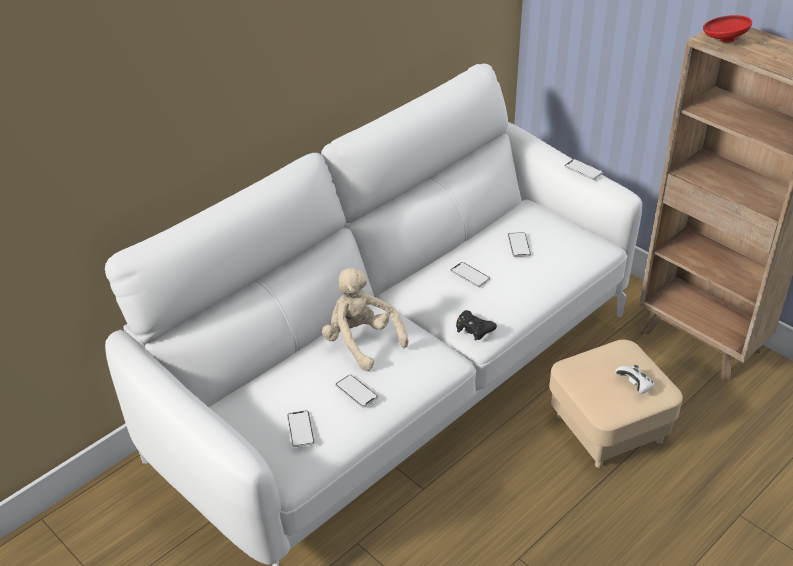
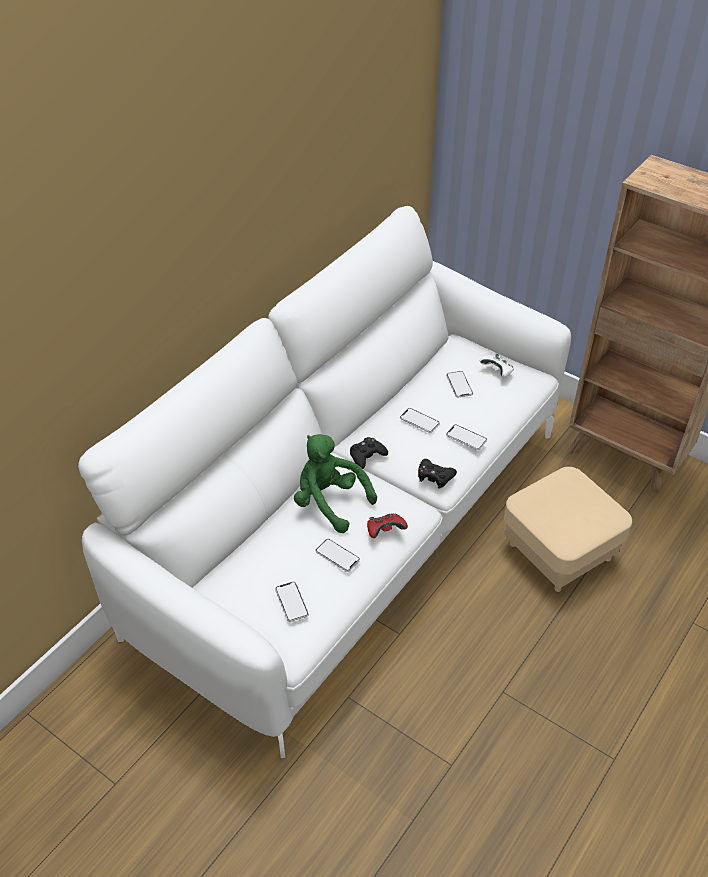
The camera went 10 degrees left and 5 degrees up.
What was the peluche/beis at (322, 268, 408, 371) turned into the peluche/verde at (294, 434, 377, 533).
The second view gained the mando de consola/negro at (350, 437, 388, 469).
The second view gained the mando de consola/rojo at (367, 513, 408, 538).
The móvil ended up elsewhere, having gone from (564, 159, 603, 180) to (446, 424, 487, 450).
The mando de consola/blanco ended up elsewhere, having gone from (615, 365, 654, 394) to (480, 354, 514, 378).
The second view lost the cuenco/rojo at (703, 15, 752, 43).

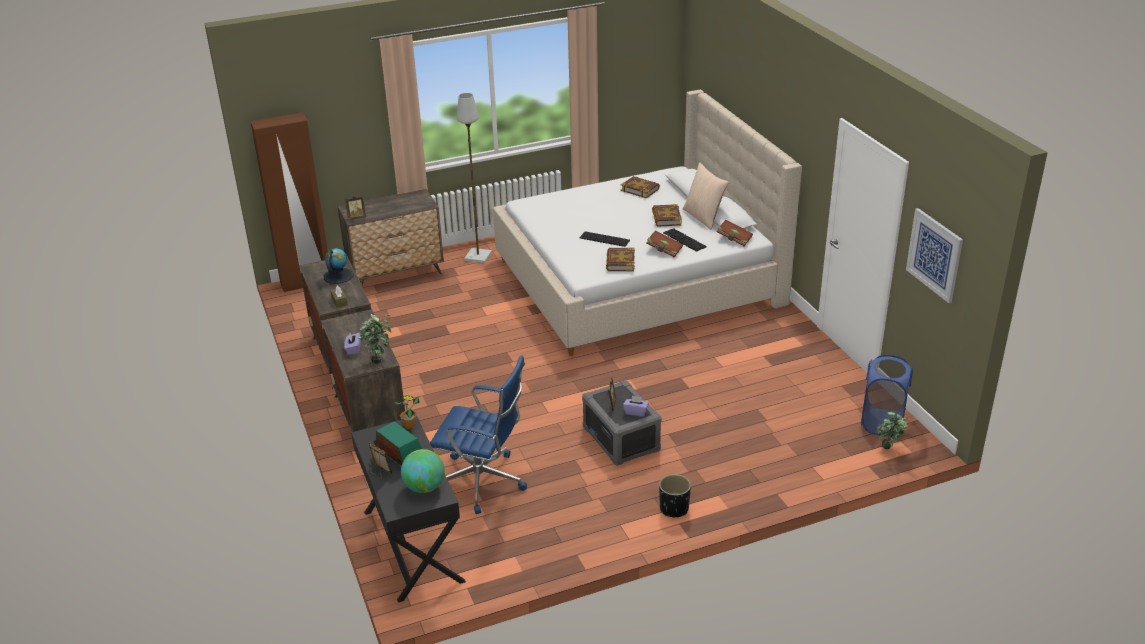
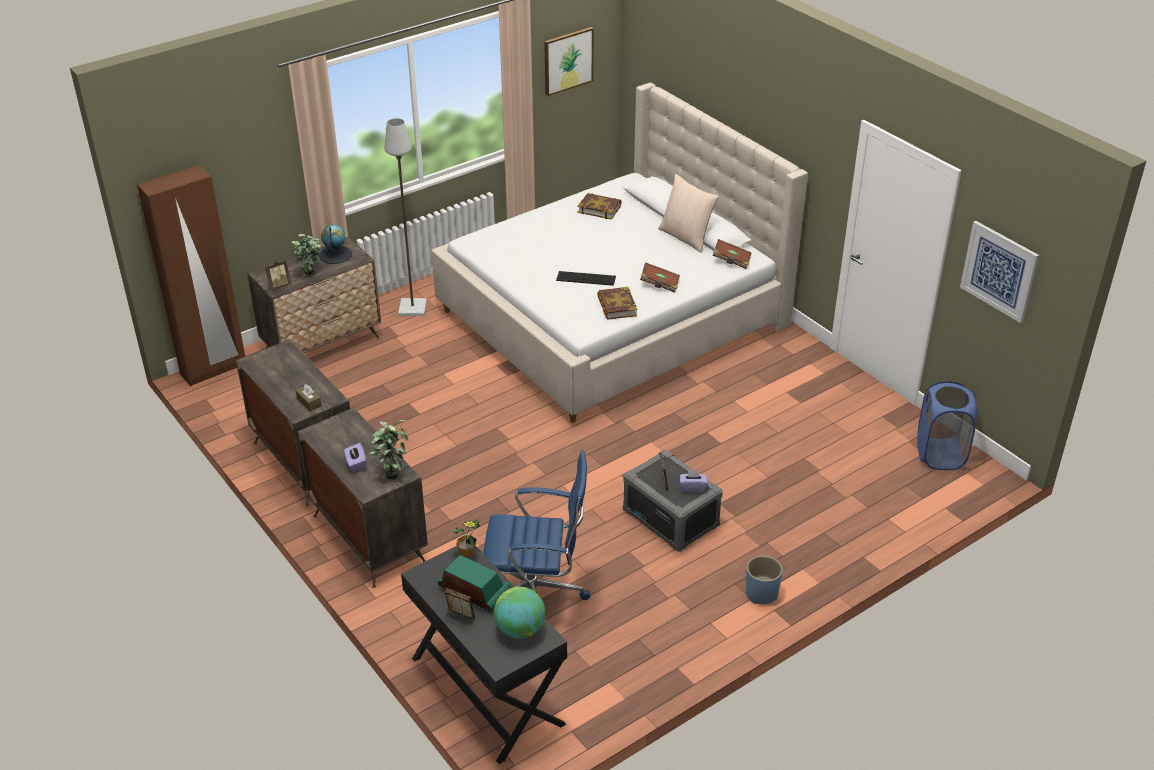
The camera went 15 degrees left and 5 degrees up.
The planta en maceta ended up elsewhere, having gone from (877, 412, 908, 449) to (292, 234, 321, 275).
The globo terráqueo ended up elsewhere, having gone from (324, 248, 354, 284) to (319, 225, 352, 264).
The second view gained the cuadro at (544, 27, 594, 96).
What was the maceta/negro at (659, 474, 691, 517) turned into the maceta/azul at (746, 555, 783, 604).
The second view lost the libro at (652, 204, 682, 227).
The second view lost the teclado at (663, 228, 707, 252).

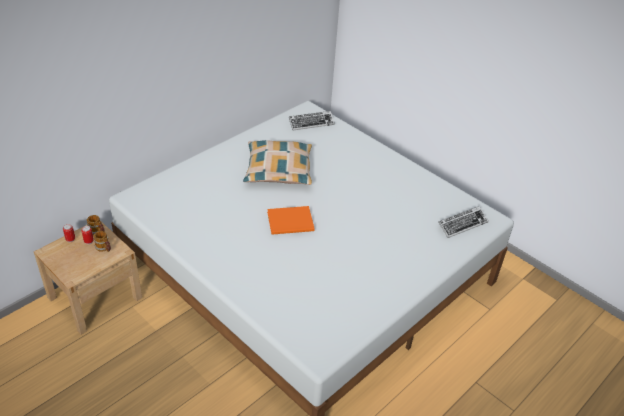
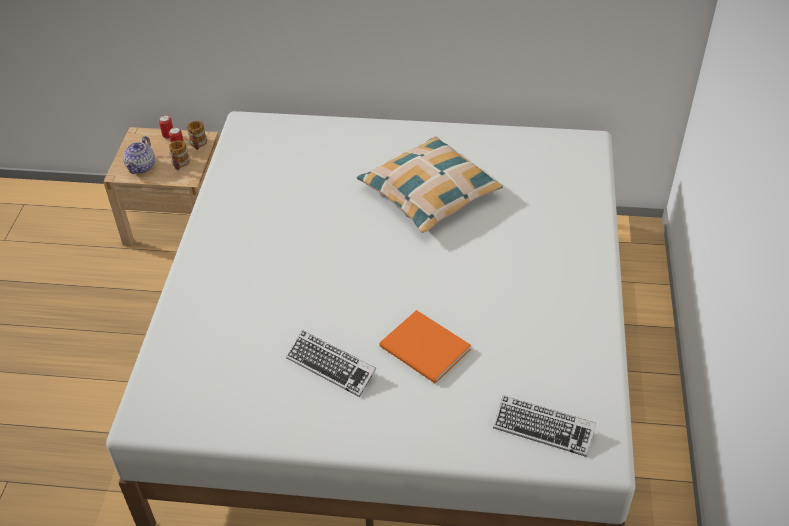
The camera went 55 degrees right and 5 degrees up.
The second view gained the tetera at (123, 136, 155, 174).
The teclado ended up elsewhere, having gone from (289, 111, 335, 130) to (286, 330, 376, 397).
The libro/naranja ended up elsewhere, having gone from (267, 206, 315, 235) to (380, 310, 471, 384).

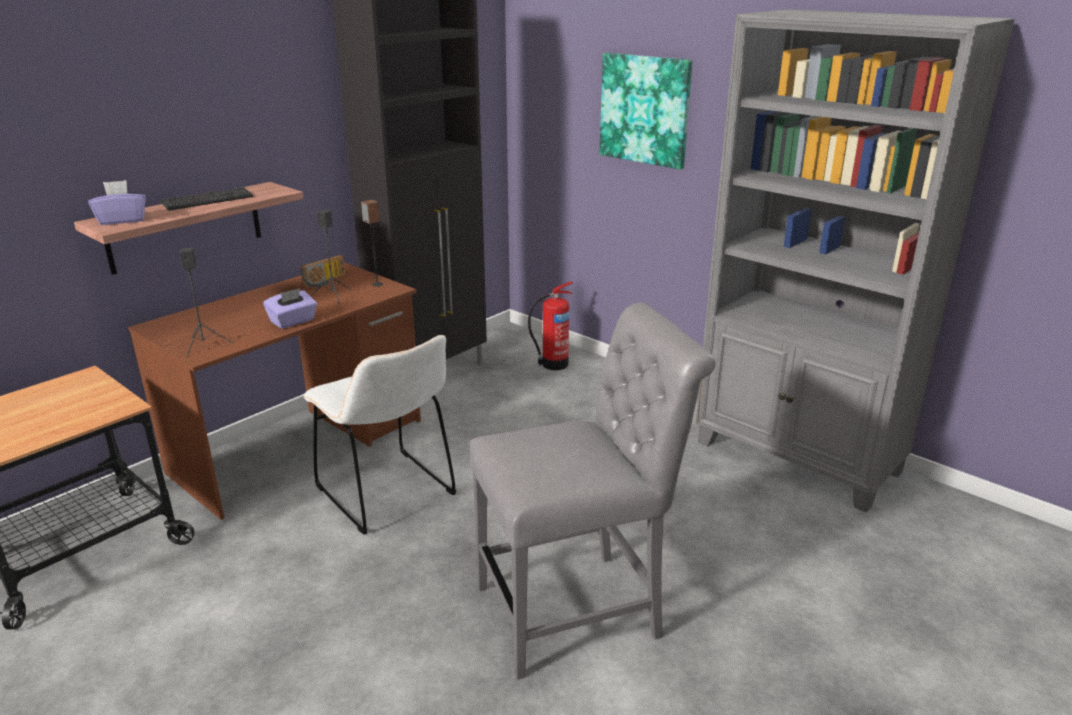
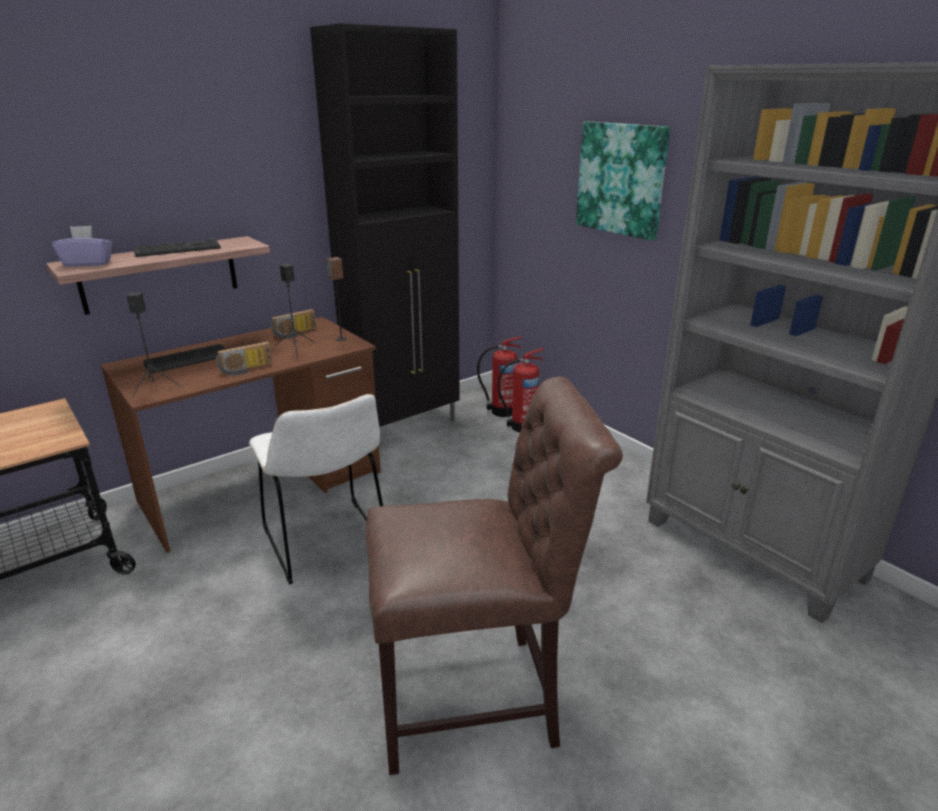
The camera went 10 degrees right and 0 degrees up.
The second view gained the teclado at (143, 344, 226, 373).
Where the caja de pañuelos/morado stood at (263, 288, 317, 329), the radio came to stand at (216, 342, 272, 375).
What was the silla/gris at (470, 303, 716, 680) turned into the silla/marrón at (366, 376, 623, 775).
The second view gained the extintor at (477, 336, 522, 417).

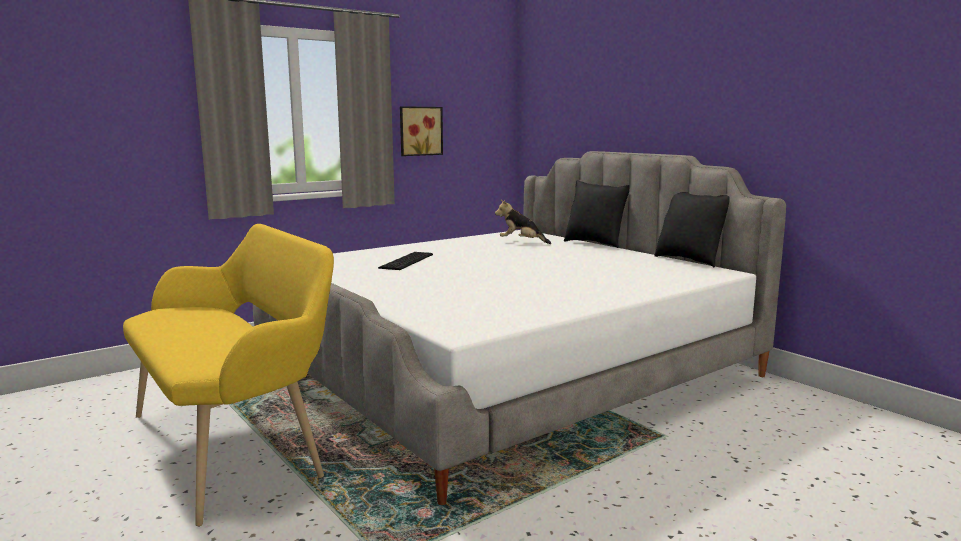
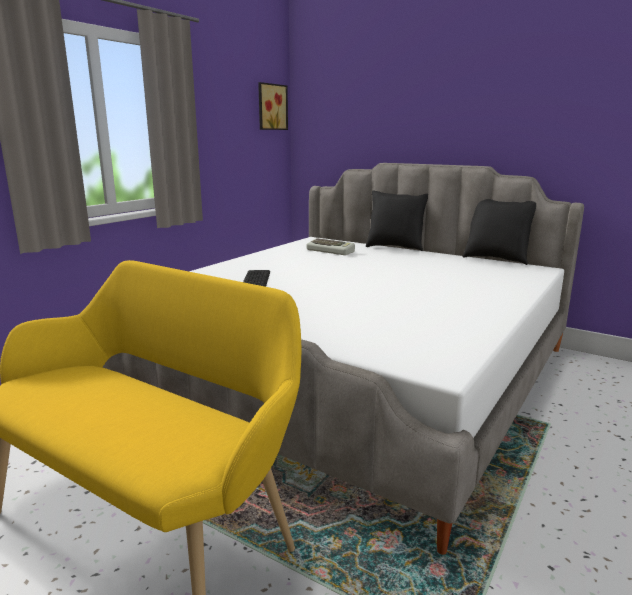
The camera went 20 degrees left and 5 degrees up.
The cuadro ended up elsewhere, having gone from (400, 106, 443, 156) to (258, 82, 288, 130).
Where the peluche stood at (495, 200, 551, 244), the teclado came to stand at (306, 238, 355, 255).

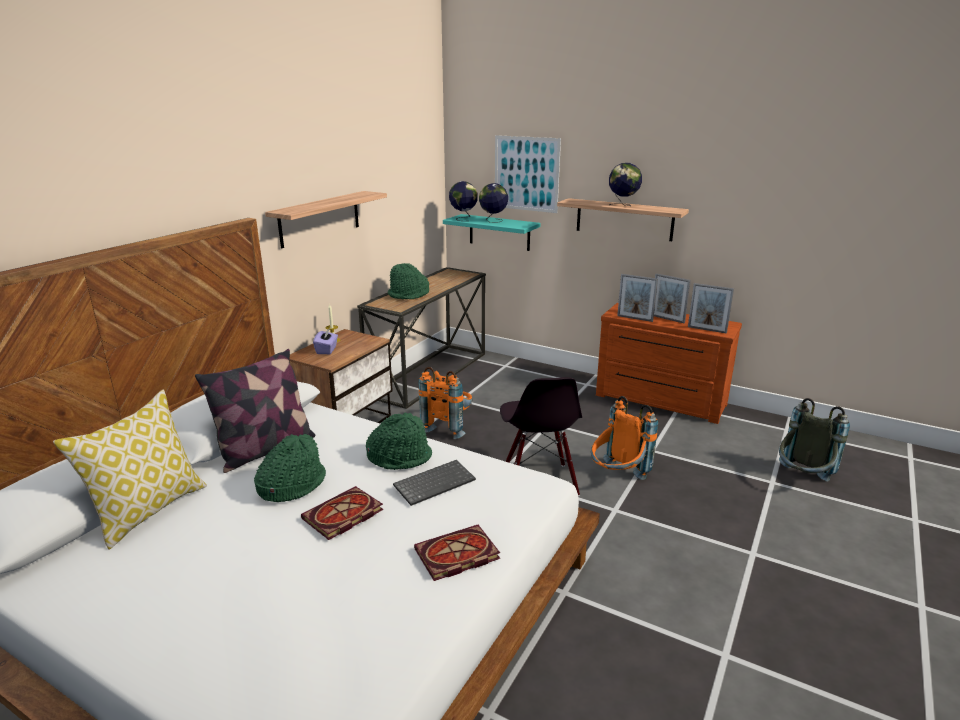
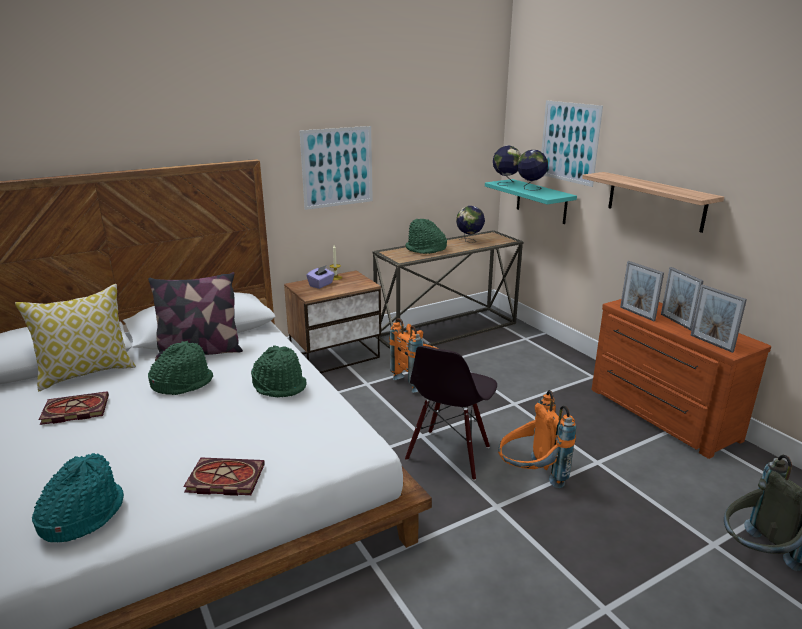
The camera went 30 degrees right and 0 degrees up.
The second view gained the sombrero/turquesa at (32, 453, 124, 542).
The libro ended up elsewhere, having gone from (301, 486, 383, 540) to (39, 391, 109, 425).
Where the estante hung at (265, 191, 387, 248), the cuadro came to hang at (300, 126, 373, 210).
The globo terráqueo ended up elsewhere, having gone from (609, 163, 642, 206) to (456, 206, 485, 243).
The second view lost the teclado at (393, 460, 476, 506).

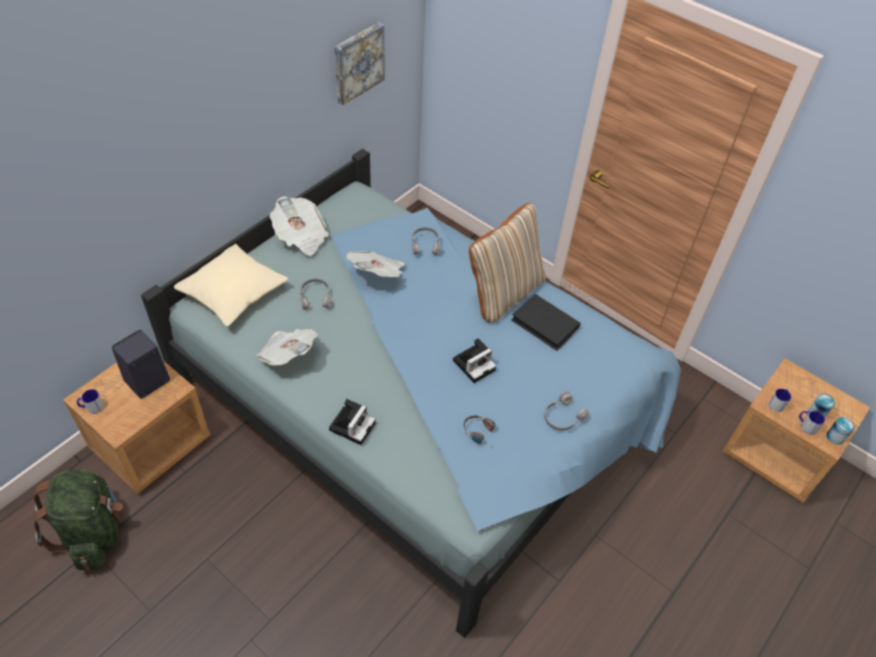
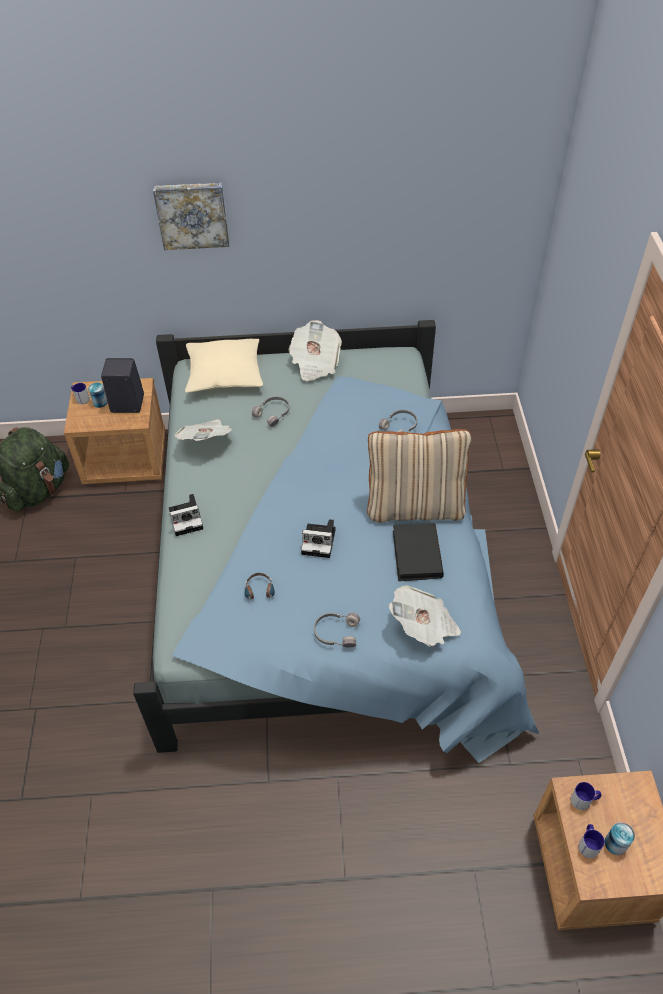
The camera went 50 degrees right and 0 degrees up.
The lata ended up elsewhere, having gone from (826, 417, 855, 445) to (88, 383, 108, 408).
The cuadro ended up elsewhere, having gone from (334, 22, 385, 105) to (153, 183, 229, 250).
The periódico ended up elsewhere, having gone from (346, 251, 404, 278) to (389, 585, 461, 647).

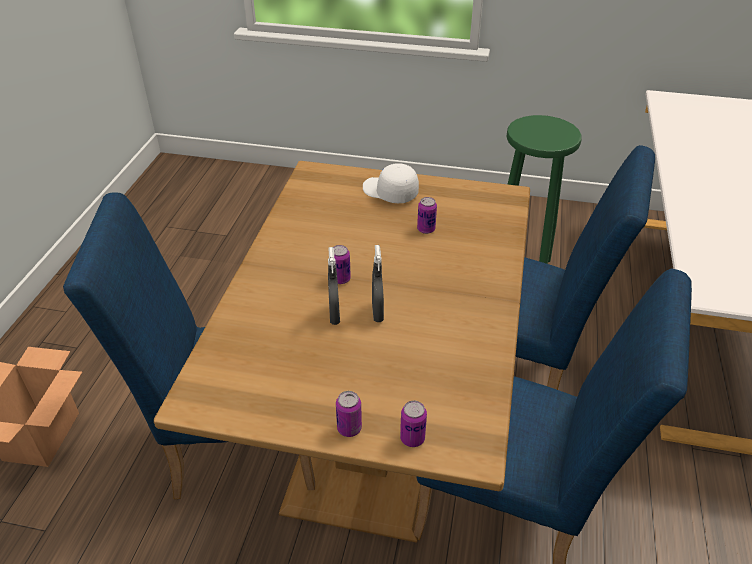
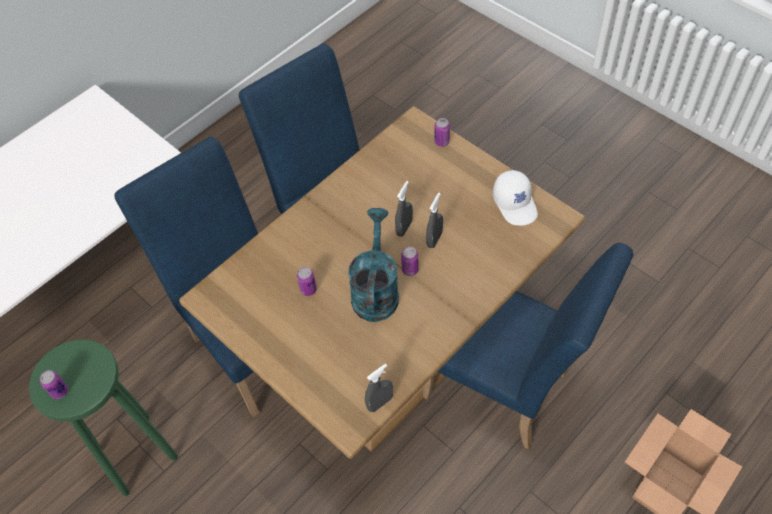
The camera went 145 degrees left and 15 degrees up.
The lata ended up elsewhere, having gone from (336, 391, 362, 437) to (40, 370, 68, 399).
The second view gained the regadera/turquesa at (348, 208, 399, 322).
The second view gained the pulverizador/gris at (365, 364, 393, 412).
The gorra/blanco ended up elsewhere, having gone from (363, 163, 419, 203) to (493, 170, 538, 225).

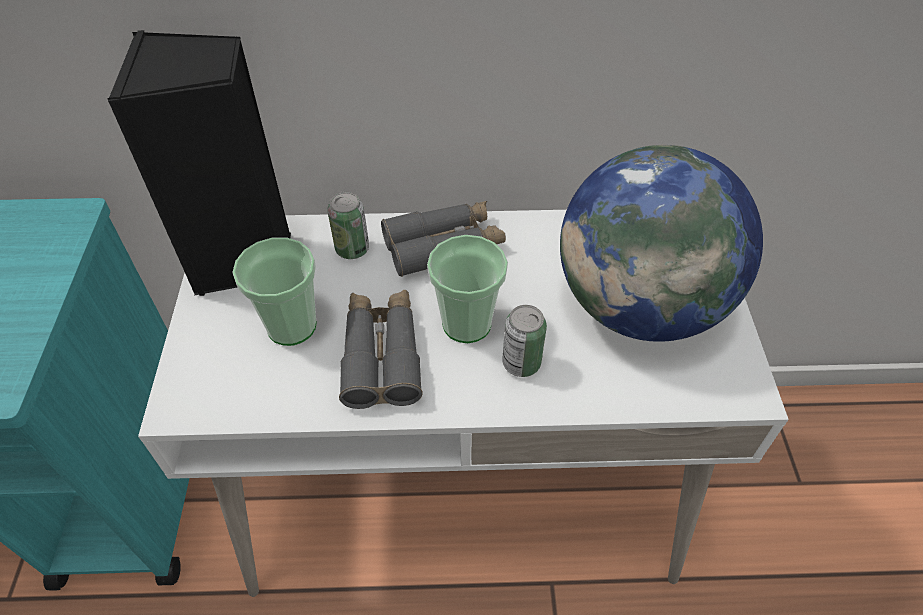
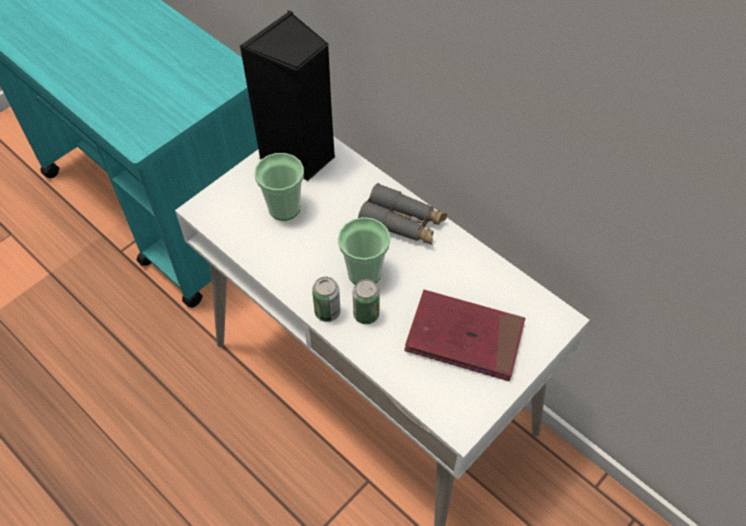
The camera went 45 degrees right and 5 degrees up.
The lata ended up elsewhere, having gone from (327, 191, 369, 259) to (312, 277, 341, 322).
Where the globo terráqueo stood at (560, 145, 763, 342), the libro/rojo came to stand at (404, 290, 525, 381).
The second view lost the prismáticos/gris at (339, 290, 423, 409).

